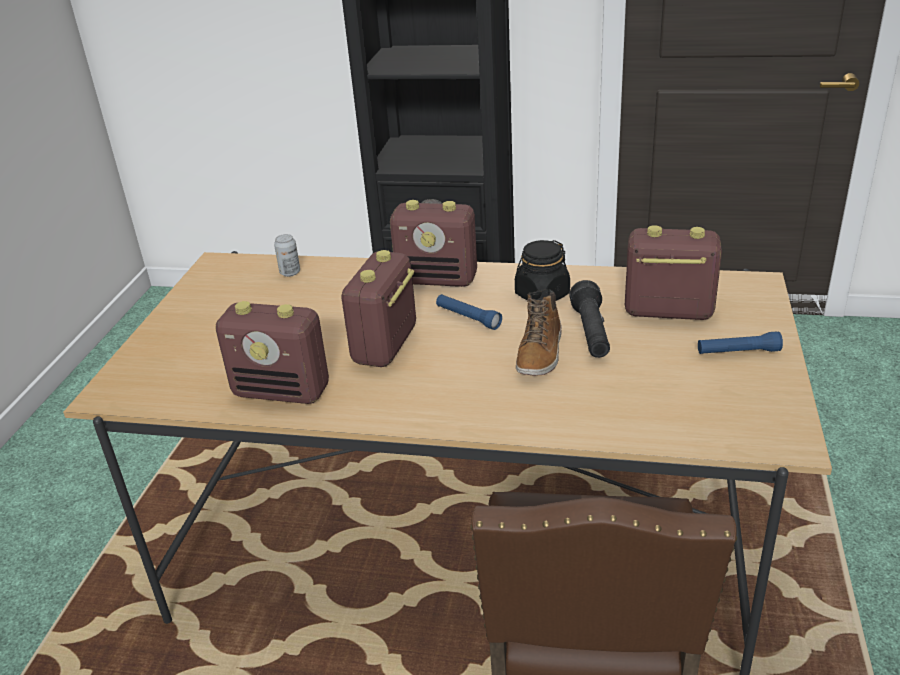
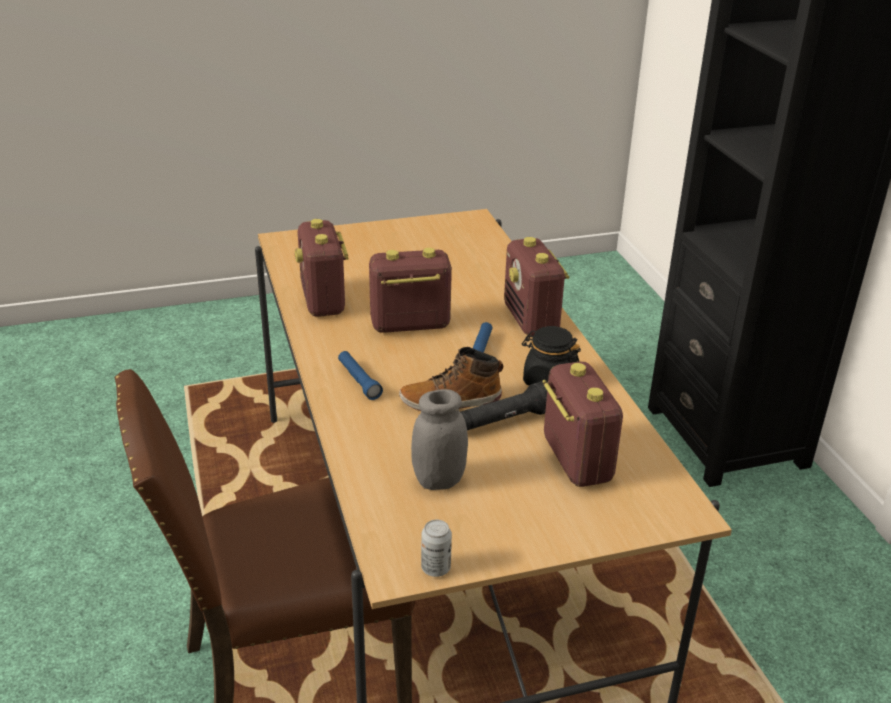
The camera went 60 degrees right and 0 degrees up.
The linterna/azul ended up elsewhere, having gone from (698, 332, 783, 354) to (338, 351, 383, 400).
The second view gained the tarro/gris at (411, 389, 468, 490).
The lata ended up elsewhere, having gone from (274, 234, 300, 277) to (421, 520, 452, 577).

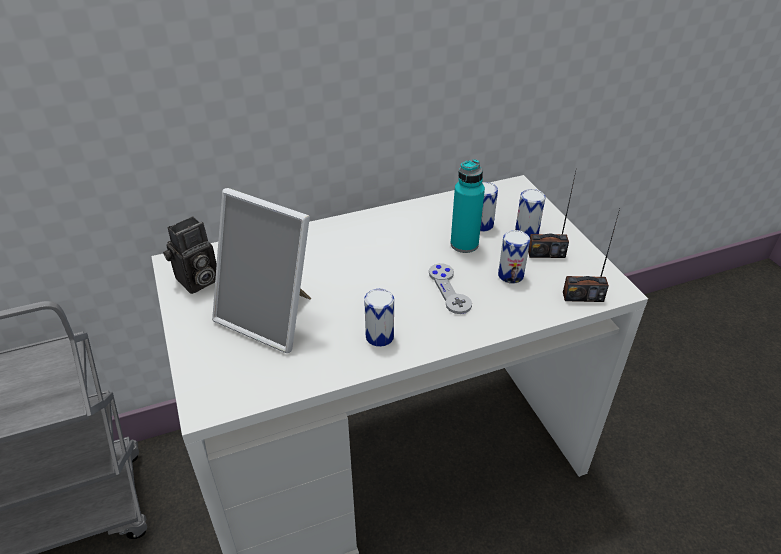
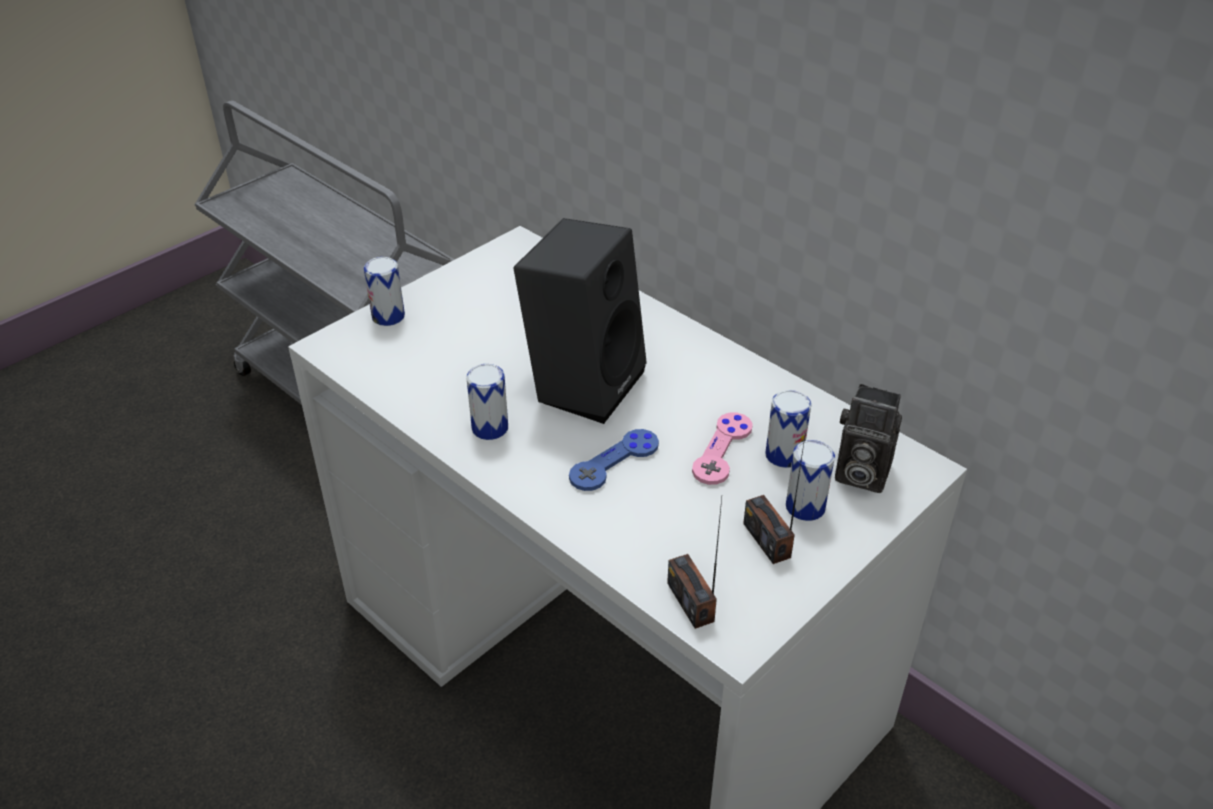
The camera went 65 degrees right and 0 degrees up.
The lata ended up elsewhere, having gone from (498, 230, 530, 284) to (364, 257, 405, 326).
The second view gained the altavoz/negro at (513, 218, 647, 424).
What was the mando de consola/gris at (429, 263, 472, 314) turned into the mando de consola/azul at (569, 429, 659, 491).
Where the botella/turquesa stood at (451, 159, 485, 253), the mando de consola/rosa came to stand at (692, 412, 753, 485).
The cámara ended up elsewhere, having gone from (163, 216, 217, 294) to (835, 384, 902, 493).
The second view lost the portarretratos at (212, 188, 311, 353).

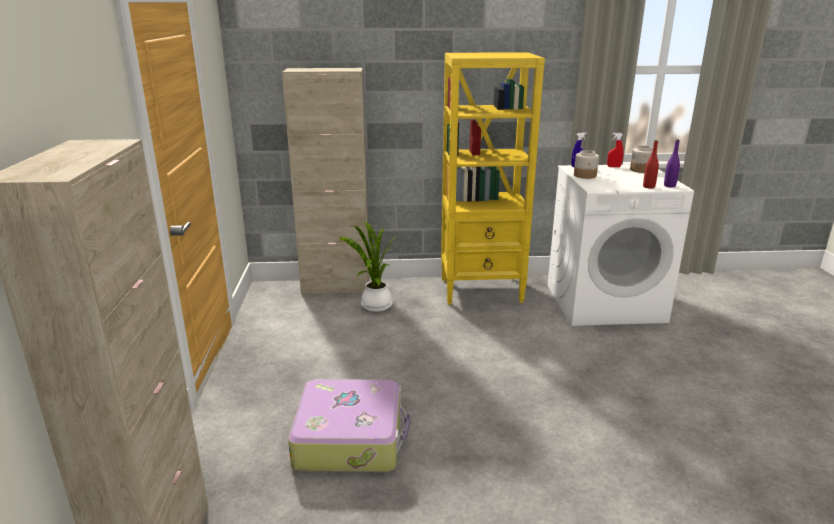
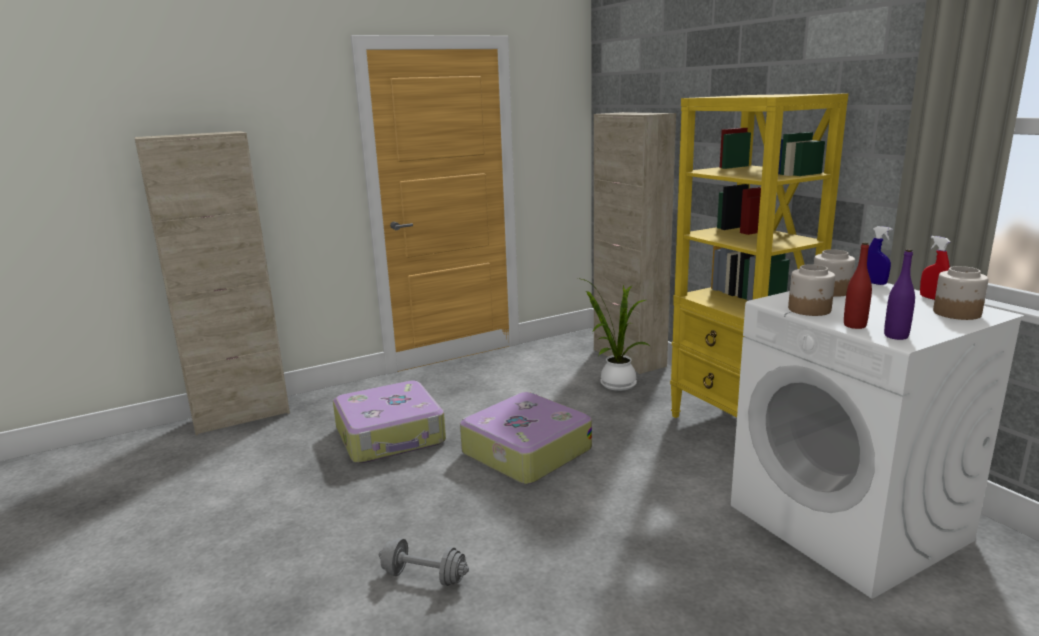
The camera went 65 degrees right and 5 degrees down.
The second view gained the mancuerna/gris at (379, 538, 469, 586).
The second view gained the maleta at (460, 392, 592, 484).
The second view gained the tarro at (788, 264, 835, 316).

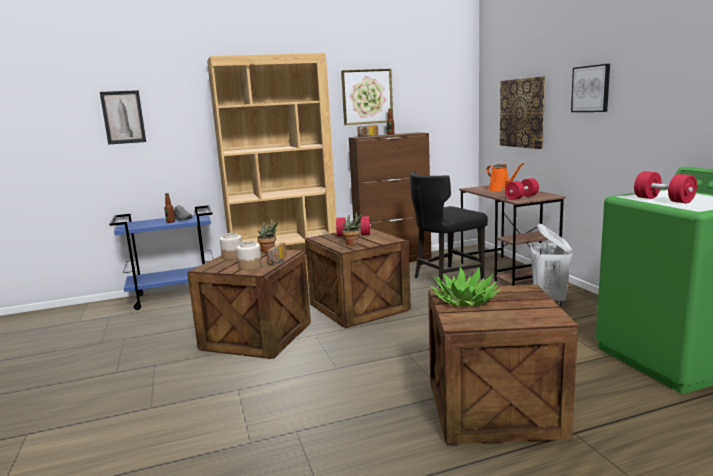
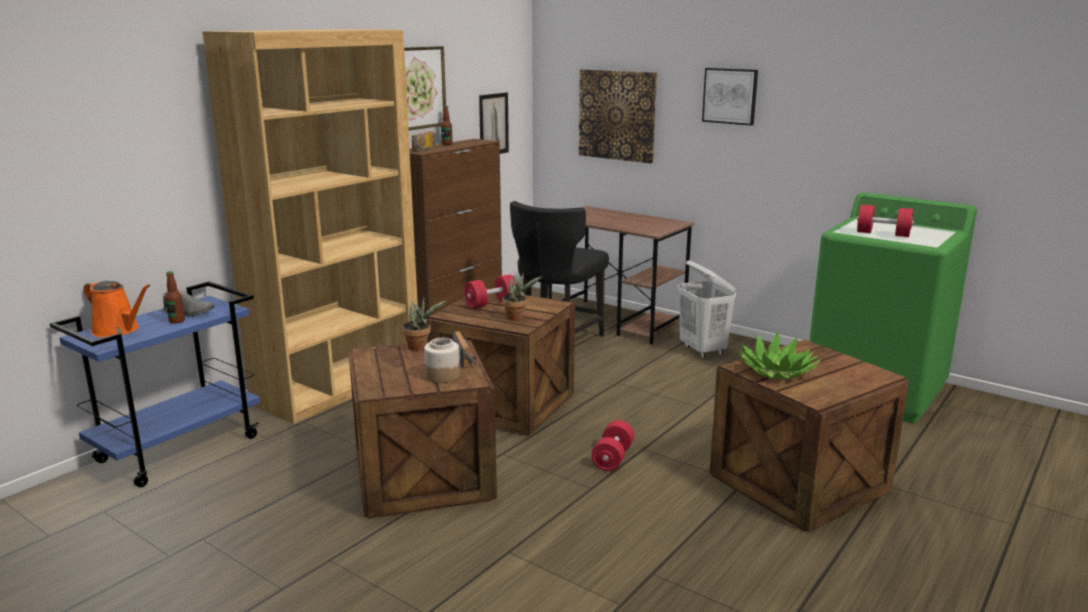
The camera went 35 degrees left and 5 degrees up.
The regadera/naranja ended up elsewhere, having gone from (486, 163, 524, 191) to (83, 281, 150, 337).
The cuadro ended up elsewhere, having gone from (100, 90, 146, 145) to (479, 92, 509, 154).
The mancuerna/rojo ended up elsewhere, having gone from (505, 178, 539, 200) to (591, 420, 634, 471).
The second view lost the tarro at (220, 233, 242, 260).

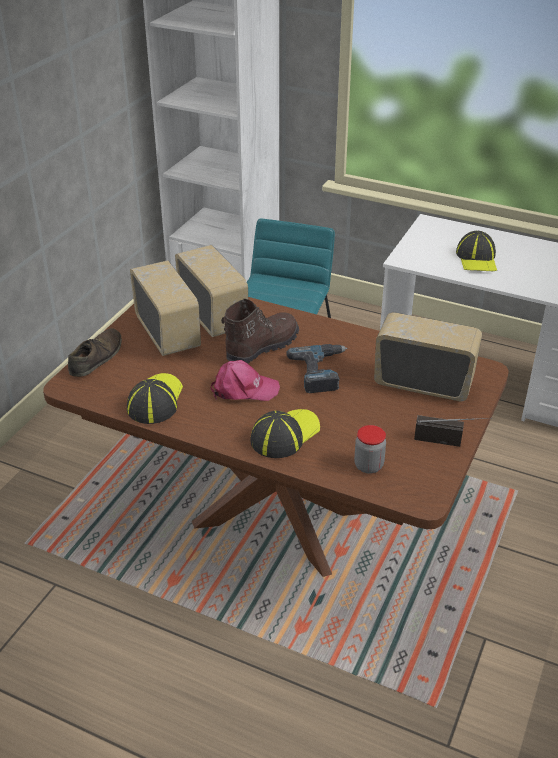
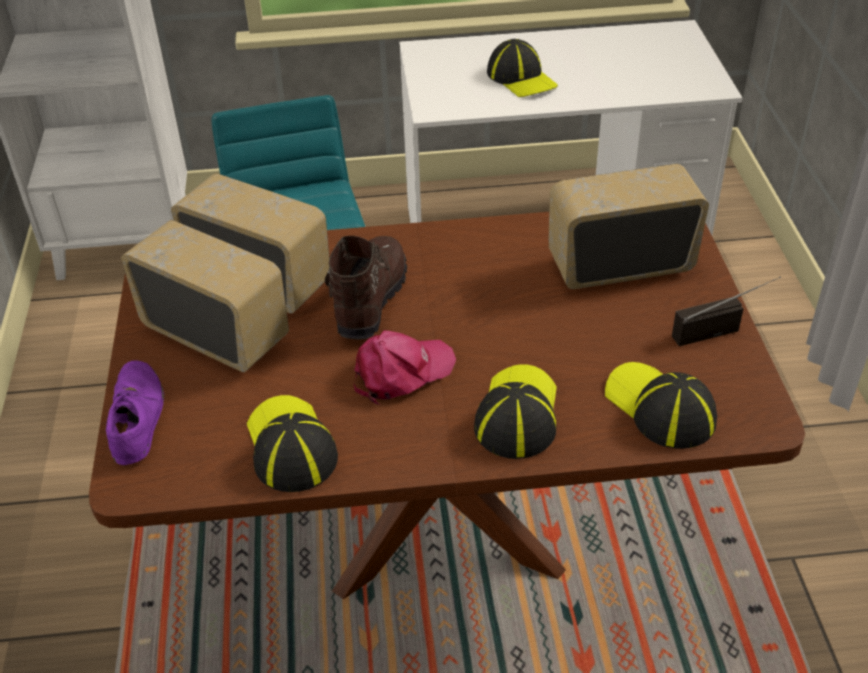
The camera went 30 degrees left and 5 degrees up.
What was the zapato/marrón at (68, 328, 122, 377) turned into the zapato/morado at (106, 361, 164, 465).
Where the tarro stood at (354, 425, 386, 474), the gorra came to stand at (605, 362, 717, 449).
The second view lost the taladro at (286, 344, 347, 393).

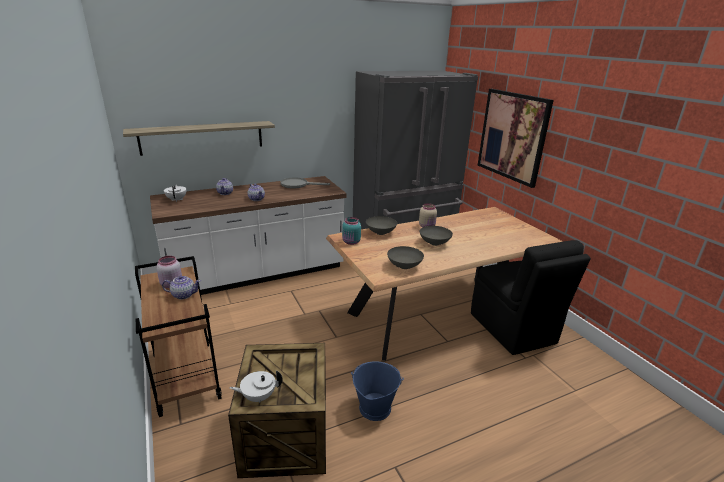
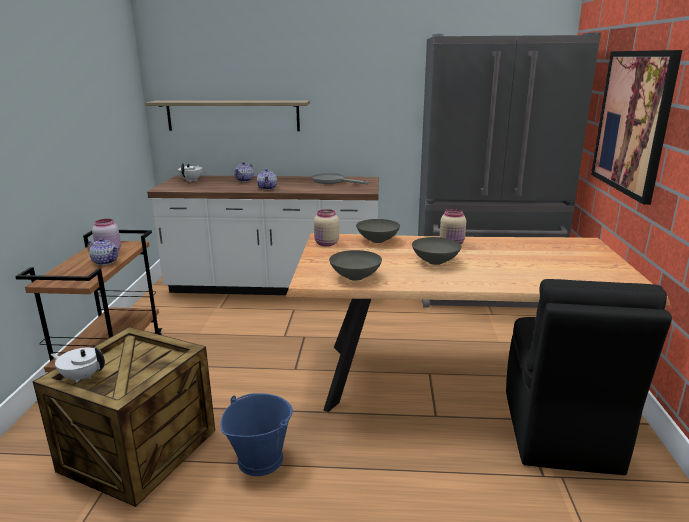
The camera went 30 degrees right and 5 degrees down.
What was the tarro/turquesa at (342, 217, 361, 245) turned into the tarro/beis at (314, 209, 339, 246).

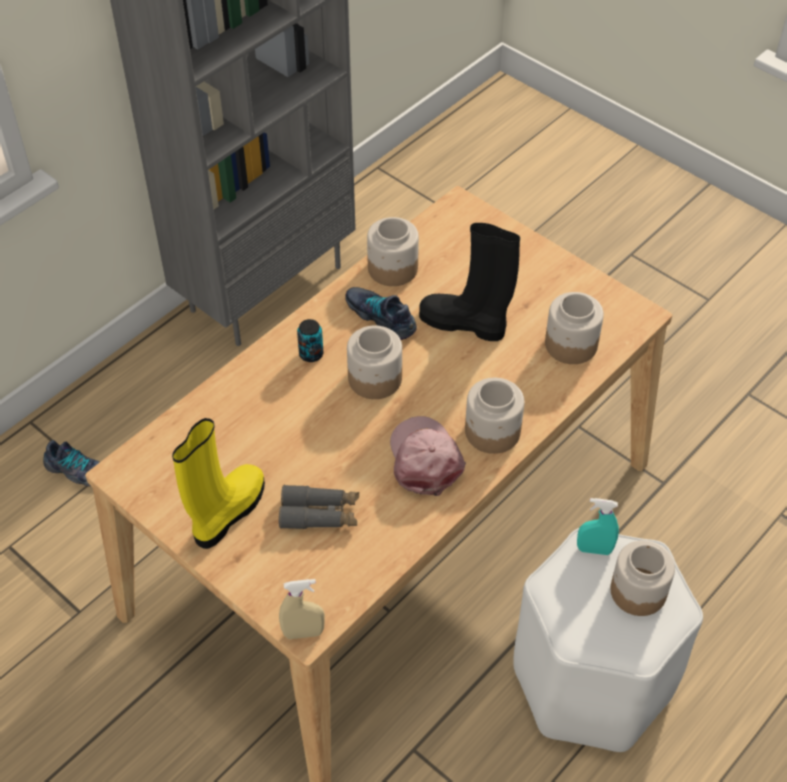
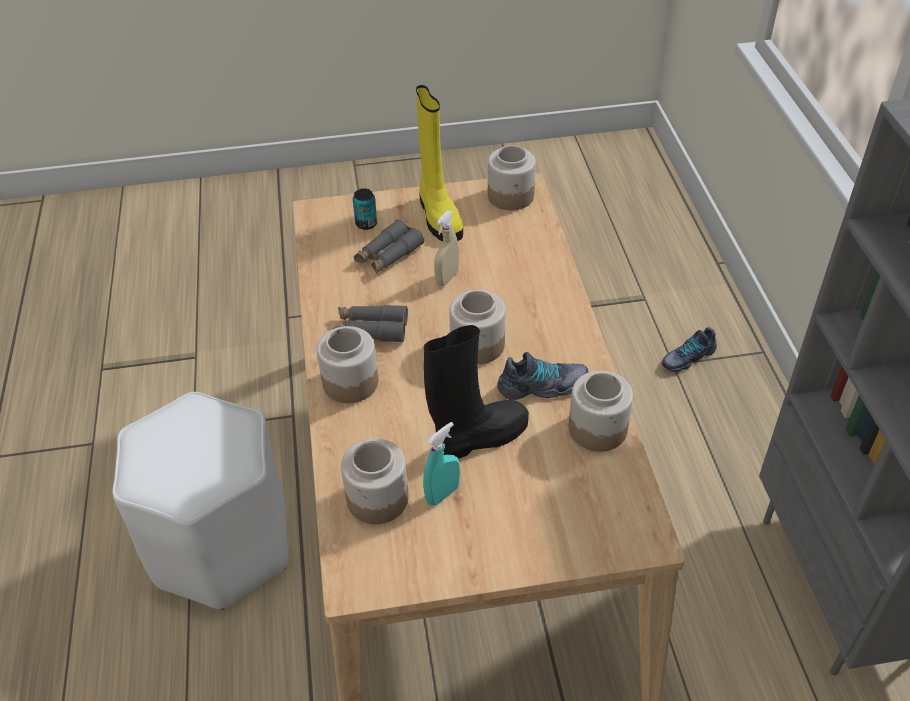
The camera went 130 degrees right and 5 degrees down.
Where the gorra/rosa stood at (390, 416, 466, 496), the prismáticos/gris came to stand at (333, 305, 408, 342).
The lata ended up elsewhere, having gone from (297, 319, 323, 362) to (353, 188, 377, 230).
The pulverizador/turquesa ended up elsewhere, having gone from (577, 498, 619, 555) to (423, 422, 460, 506).
The pulverizador/beis ended up elsewhere, having gone from (279, 579, 325, 639) to (434, 211, 459, 286).
The tarro ended up elsewhere, having gone from (611, 540, 675, 616) to (488, 145, 536, 210).

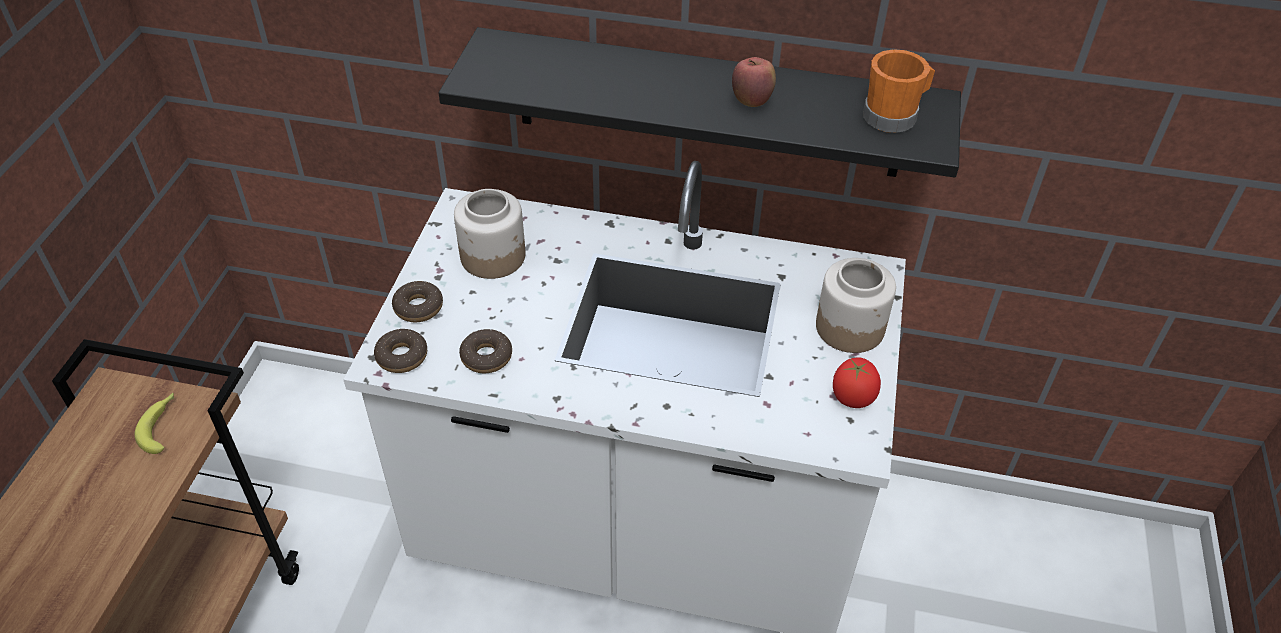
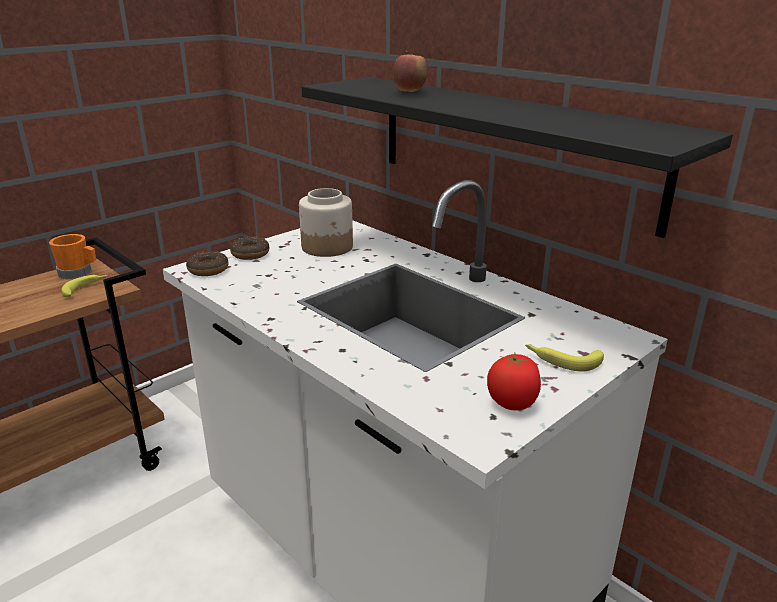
The camera went 35 degrees right and 20 degrees down.
The taza grande/naranja ended up elsewhere, having gone from (863, 49, 935, 133) to (49, 234, 96, 279).
The manzana ended up elsewhere, having gone from (732, 57, 776, 107) to (393, 51, 428, 92).
Where the tarro stood at (816, 258, 896, 353), the plátano came to stand at (525, 344, 604, 372).
The second view lost the rosquilla at (459, 329, 512, 373).

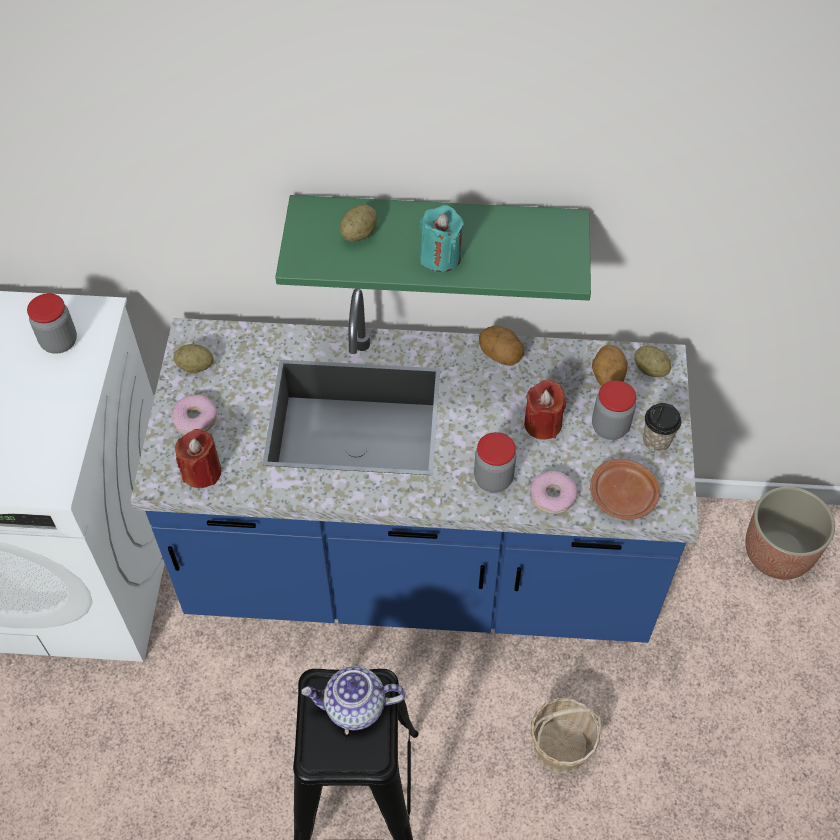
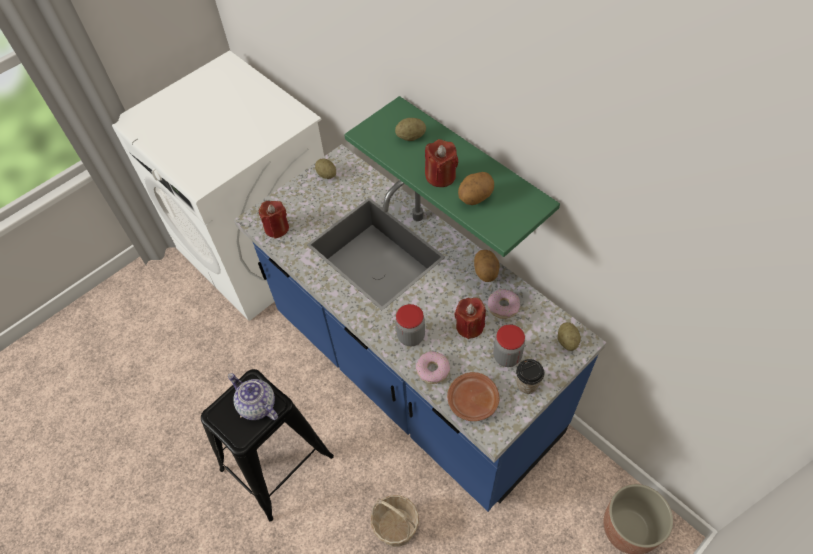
The camera went 45 degrees right and 0 degrees up.
What was the vela/turquesa at (420, 205, 464, 272) turned into the vela/rojo at (425, 139, 459, 187).
The patata ended up elsewhere, having gone from (592, 345, 628, 386) to (458, 172, 494, 205).
The rosquilla ended up elsewhere, having gone from (171, 395, 217, 435) to (488, 289, 520, 319).
The second view lost the tarro at (27, 293, 77, 354).

